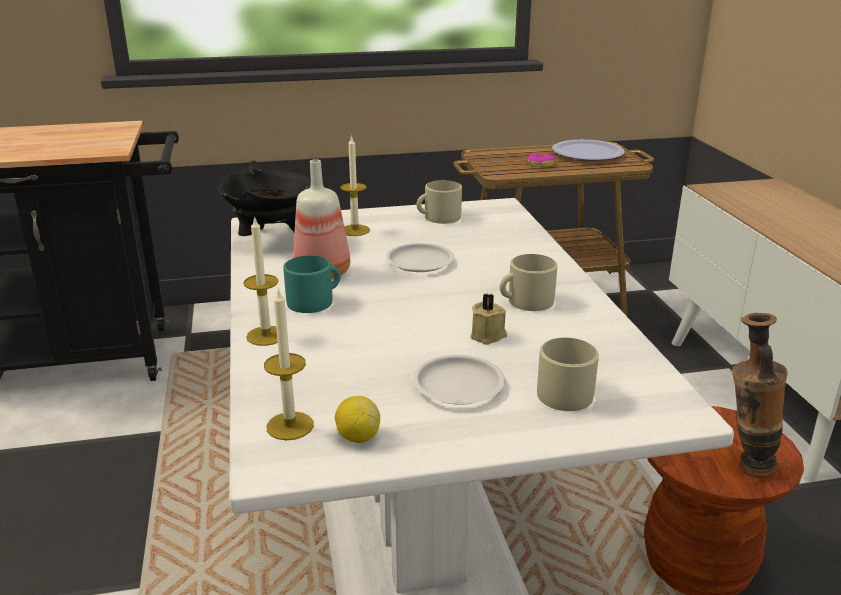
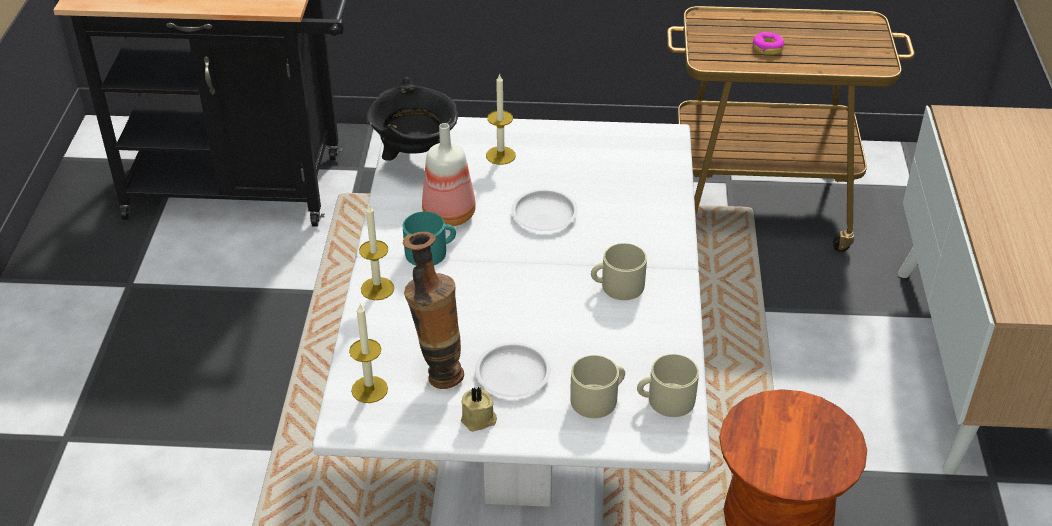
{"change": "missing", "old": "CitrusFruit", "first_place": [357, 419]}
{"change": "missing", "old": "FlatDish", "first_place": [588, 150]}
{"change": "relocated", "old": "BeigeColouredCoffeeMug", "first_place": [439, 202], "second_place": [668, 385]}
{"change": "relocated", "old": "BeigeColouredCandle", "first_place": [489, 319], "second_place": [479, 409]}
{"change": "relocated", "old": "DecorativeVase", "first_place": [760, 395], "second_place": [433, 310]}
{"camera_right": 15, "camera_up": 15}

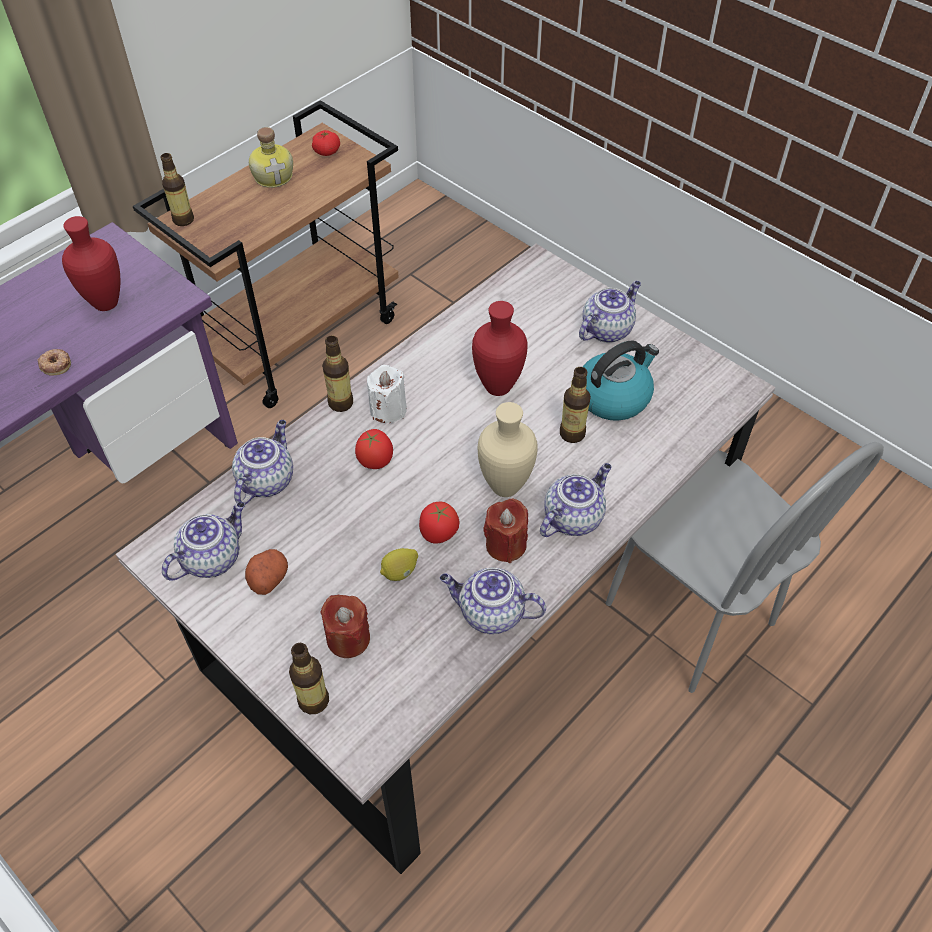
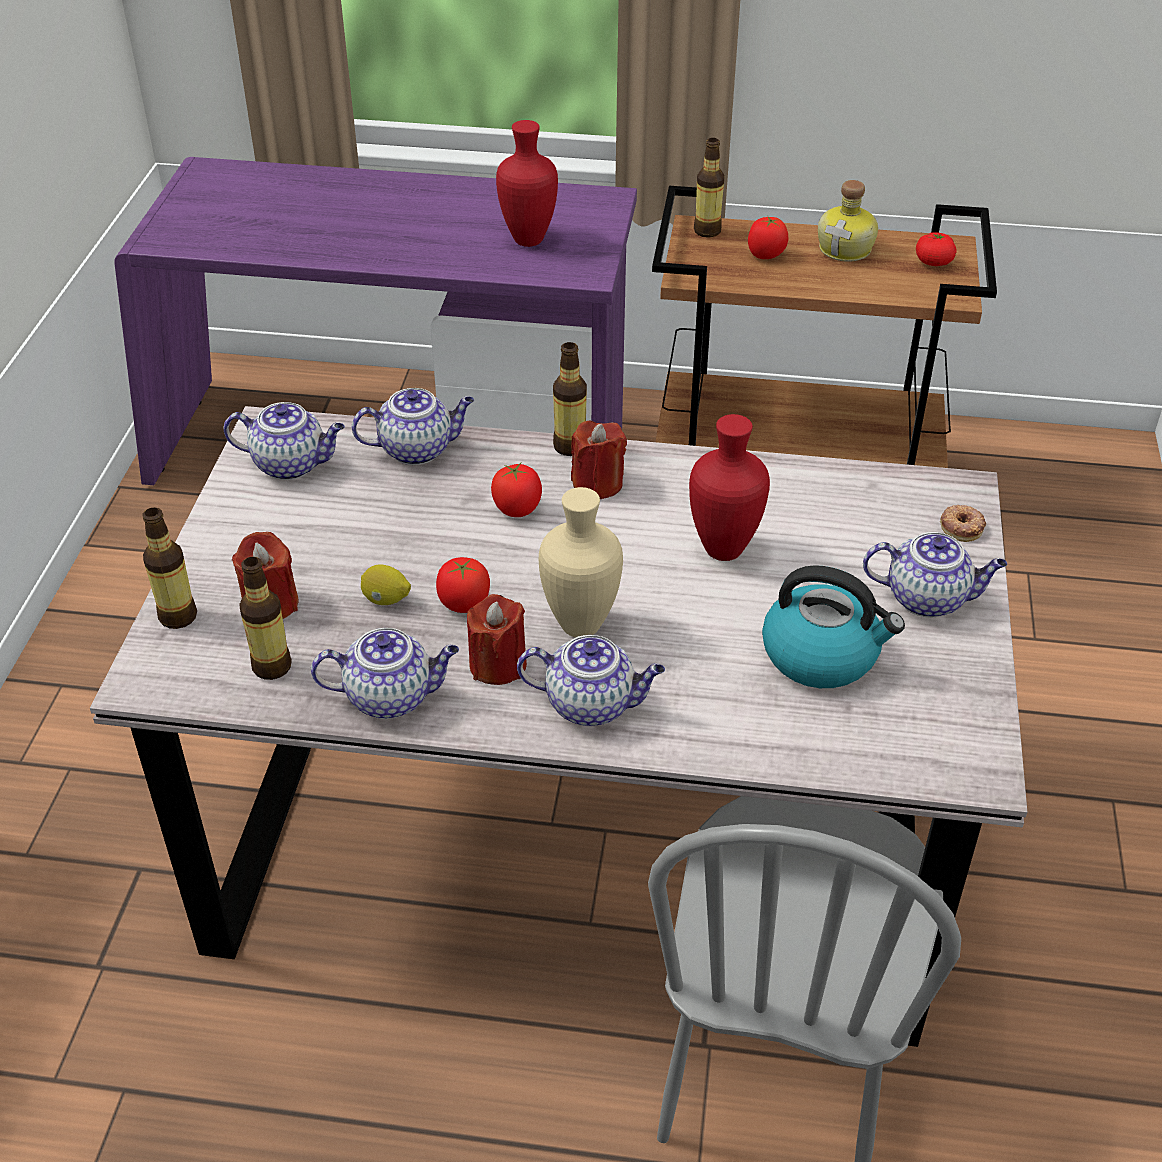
{"change": "missing", "old": "Potato", "first_place": [266, 572]}
{"change": "appeared", "new": "FreshTomato", "second_place": [768, 238]}
{"change": "relocated", "old": "Donut", "first_place": [54, 362], "second_place": [963, 523]}
{"change": "relocated", "old": "DrinkBottle", "first_place": [575, 405], "second_place": [265, 618]}
{"change": "colour", "old": "WhiteColouredCandle", "new": "ReddishCandle", "first_place": [387, 394], "second_place": [599, 460]}
{"change": "spun", "old": "Teapot", "first_place": [493, 601], "second_place": [385, 673], "degrees": 105}
{"camera_right": 55, "camera_up": -10}

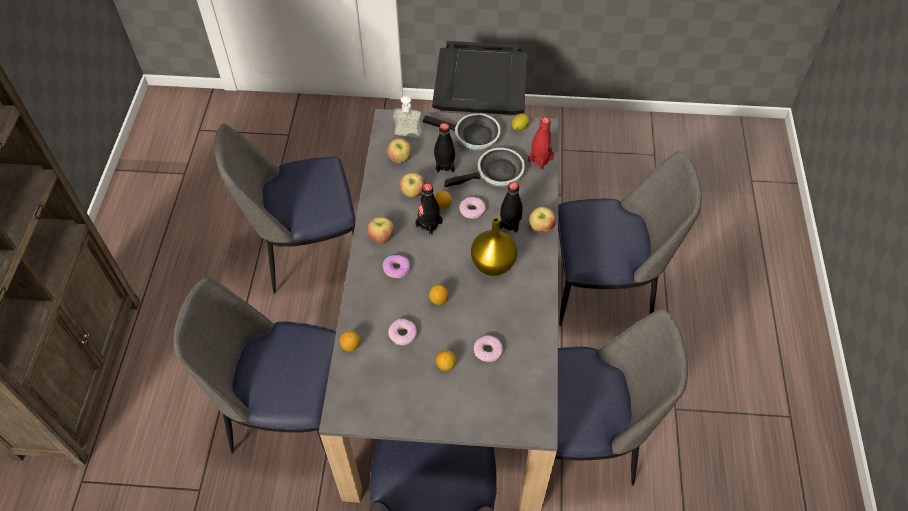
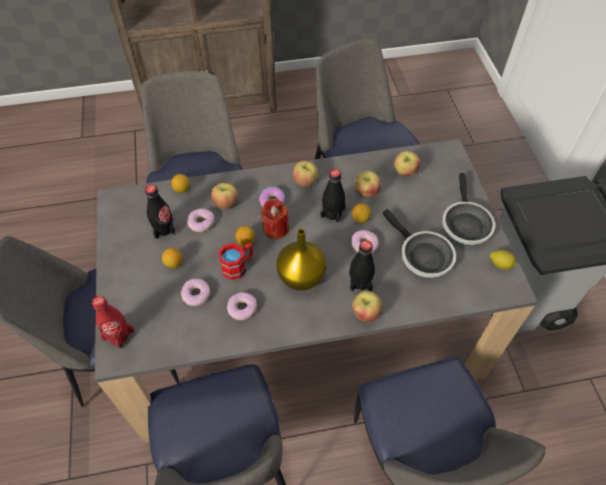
{"change": "missing", "old": "LiquidSoapBottle", "first_place": [407, 117]}
{"change": "appeared", "new": "WholeApple", "second_place": [224, 195]}
{"change": "appeared", "new": "ReddishCoffeeMug", "second_place": [235, 261]}
{"change": "appeared", "new": "Donut", "second_place": [242, 306]}
{"change": "appeared", "new": "ReddishCandle", "second_place": [274, 219]}
{"change": "relocated", "old": "BlackDrinkBottle", "first_place": [444, 148], "second_place": [160, 212]}
{"change": "relocated", "old": "ReddishDrinkBottle", "first_place": [541, 143], "second_place": [113, 322]}
{"camera_right": 75, "camera_up": 0}

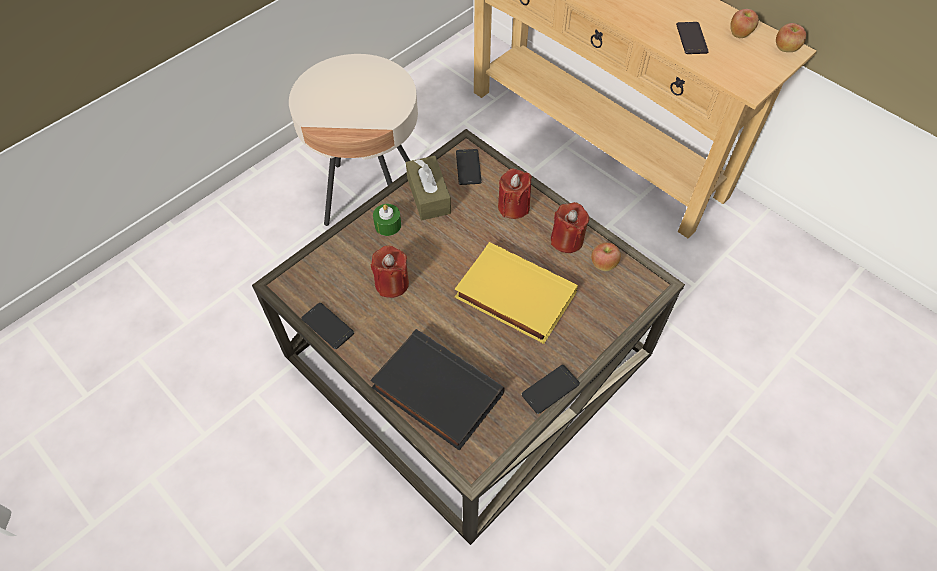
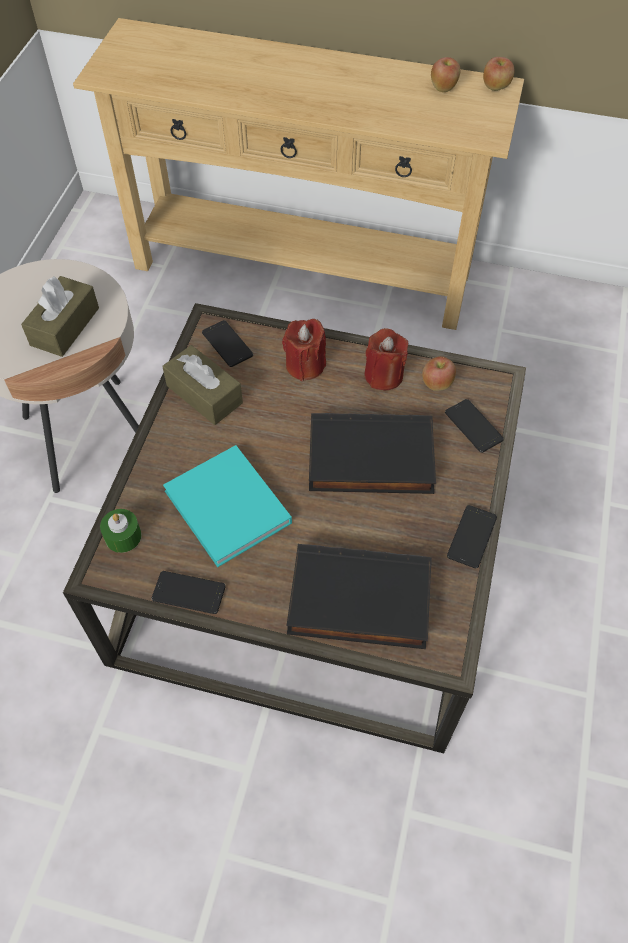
{"change": "appeared", "new": "BrownBoxOfTissues", "second_place": [60, 316]}
{"change": "relocated", "old": "GreenColouredCandle", "first_place": [387, 220], "second_place": [120, 531]}
{"change": "relocated", "old": "Handset", "first_place": [692, 38], "second_place": [474, 426]}
{"change": "exchanged", "old": "ReddishCandle", "new": "TurquoiseColouredBoundBook", "first_place": [390, 271], "second_place": [227, 506]}
{"change": "colour", "old": "YellowBoundBook", "new": "BlackBoundBook", "first_place": [516, 293], "second_place": [372, 453]}
{"camera_right": -30, "camera_up": 0}

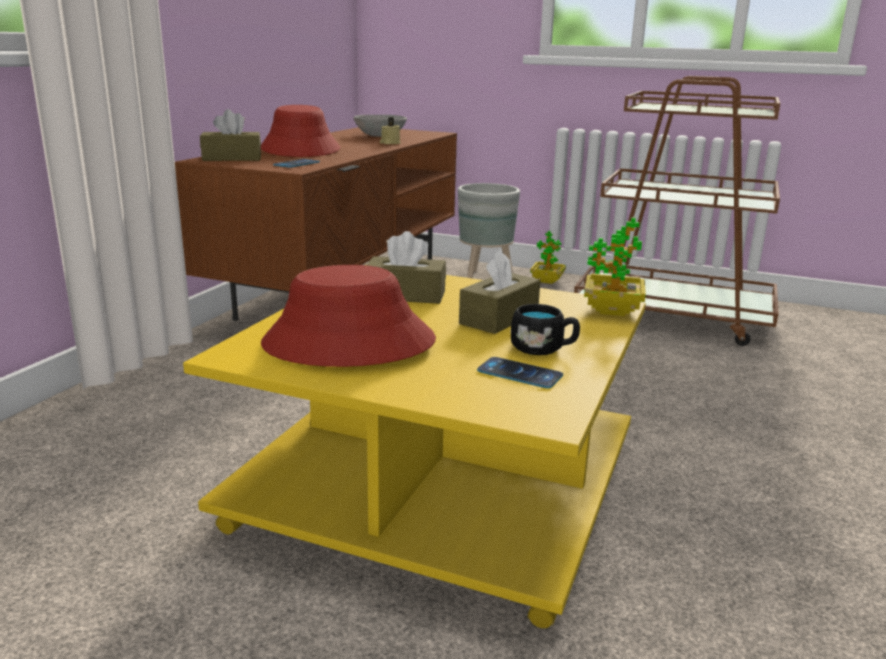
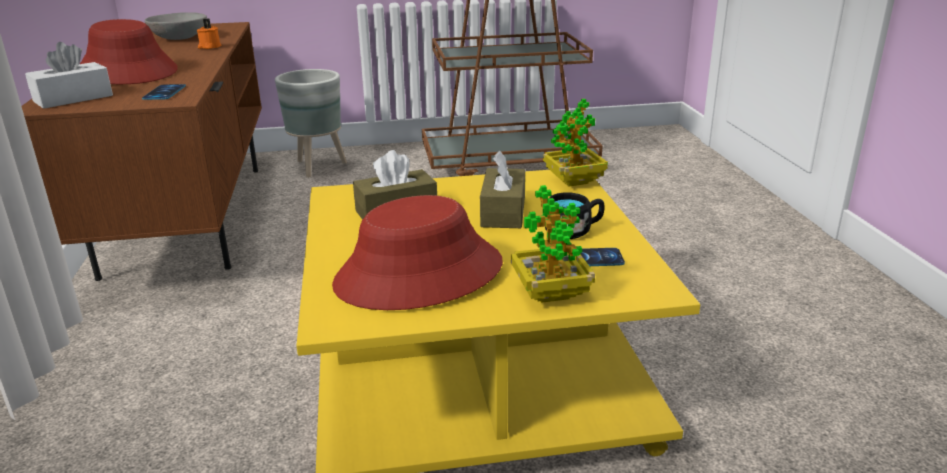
{"change": "relocated", "old": "PlantInAPot", "first_place": [548, 257], "second_place": [553, 244]}
{"change": "colour", "old": "BrownBoxOfTissues", "new": "WhiteColouredBoxOfTissues", "first_place": [230, 135], "second_place": [69, 75]}
{"change": "colour", "old": "BeigeColouredCandle", "new": "OrangeCandle", "first_place": [390, 130], "second_place": [209, 33]}
{"camera_right": -30, "camera_up": 5}

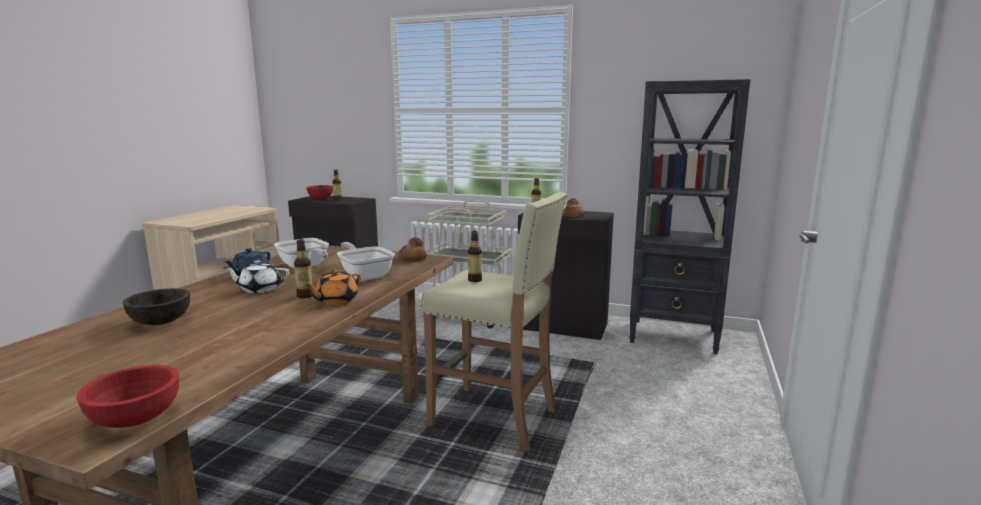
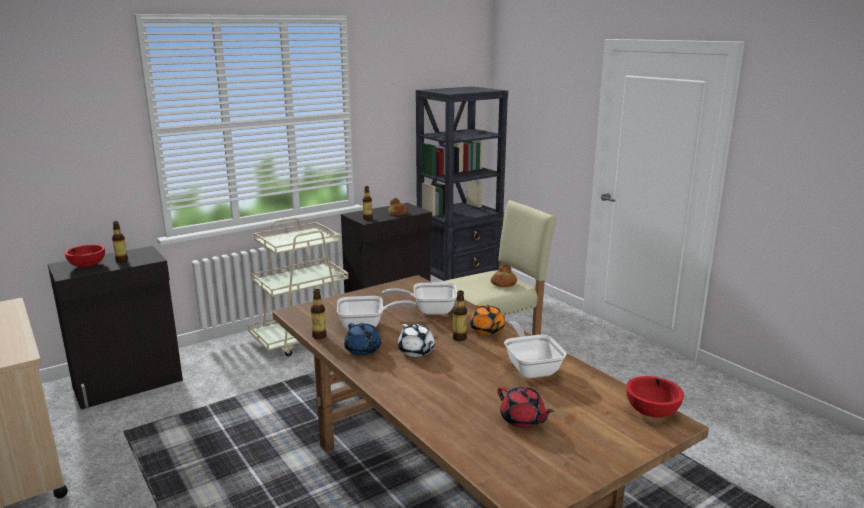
{"change": "missing", "old": "BrownServingBowl", "first_place": [156, 306]}
{"change": "appeared", "new": "ReddishTeapot", "second_place": [526, 407]}
{"change": "appeared", "new": "Pan", "second_place": [535, 349]}
{"change": "relocated", "old": "Bread", "first_place": [412, 249], "second_place": [504, 275]}
{"change": "relocated", "old": "DrinkBottle", "first_place": [475, 256], "second_place": [319, 314]}
{"change": "spun", "old": "WhiteColouredTeapot", "first_place": [257, 276], "second_place": [416, 340], "degrees": -60}
{"camera_right": -55, "camera_up": 5}

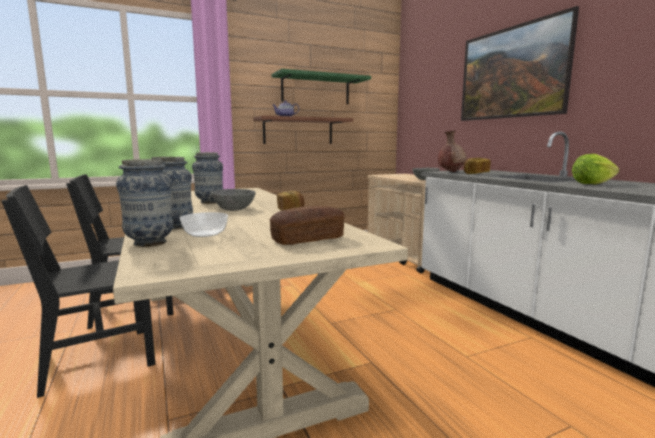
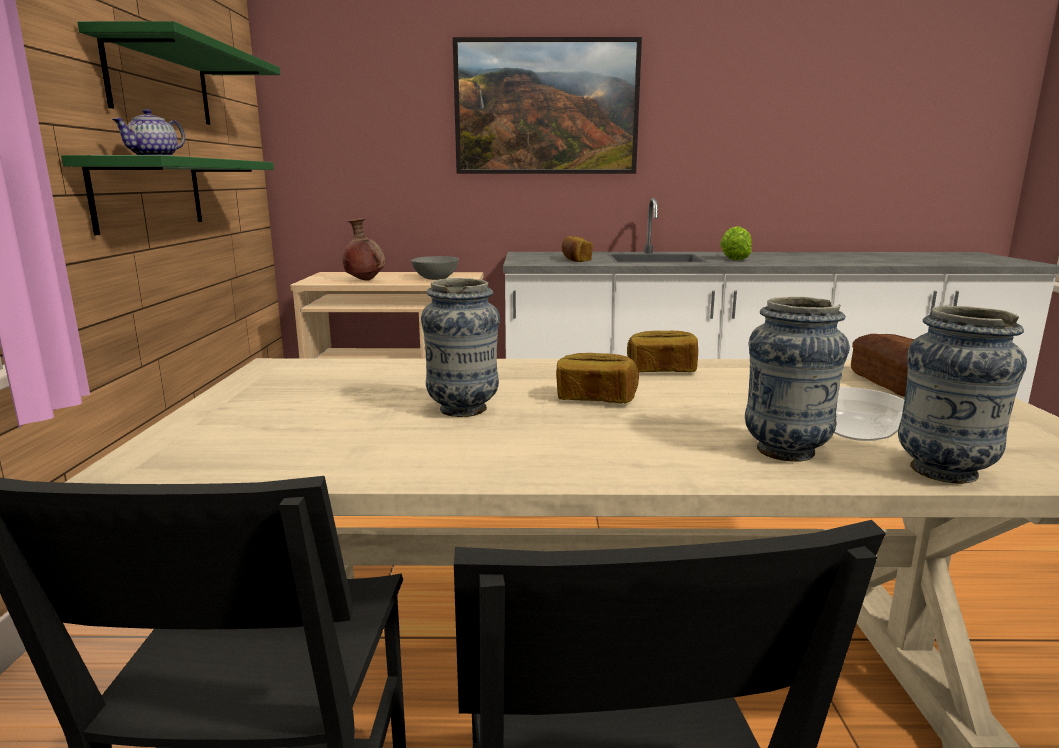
{"change": "relocated", "old": "BrownDecorativeVase", "first_place": [452, 151], "second_place": [364, 249]}
{"change": "exchanged", "old": "GreyishServingBowl", "new": "Bread", "first_place": [233, 200], "second_place": [597, 378]}
{"change": "colour", "old": "BrownBracketShelf", "new": "GreenColouredBracketShelf", "first_place": [303, 130], "second_place": [167, 195]}
{"camera_right": -65, "camera_up": 5}

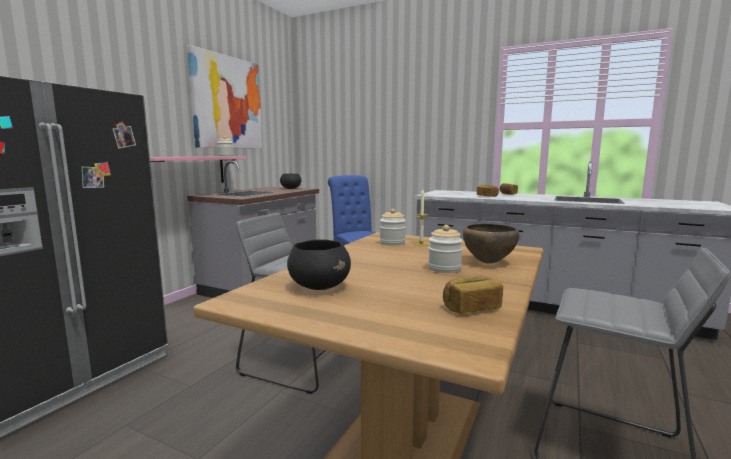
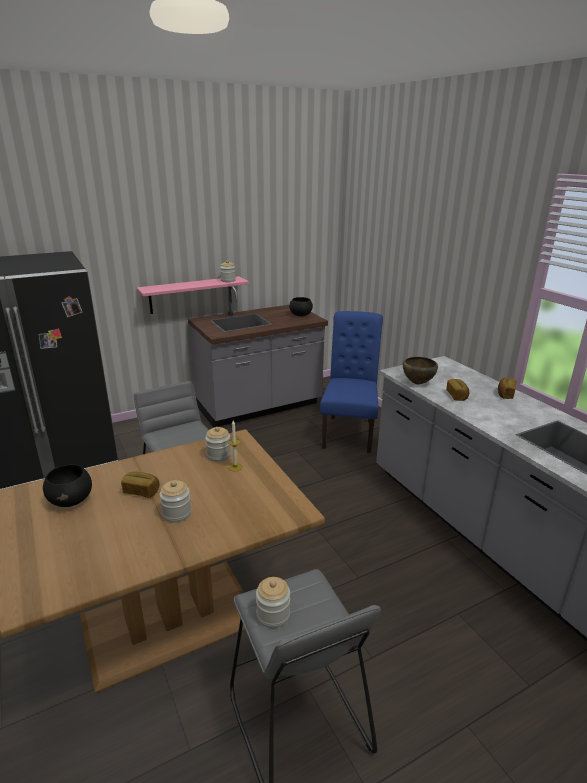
{"change": "missing", "old": "WallArt", "first_place": [224, 97]}
{"change": "appeared", "new": "StorageJar", "second_place": [273, 602]}
{"change": "relocated", "old": "Bread", "first_place": [473, 295], "second_place": [140, 485]}
{"change": "relocated", "old": "BrownServingBowl", "first_place": [491, 244], "second_place": [420, 370]}
{"camera_right": 35, "camera_up": 15}

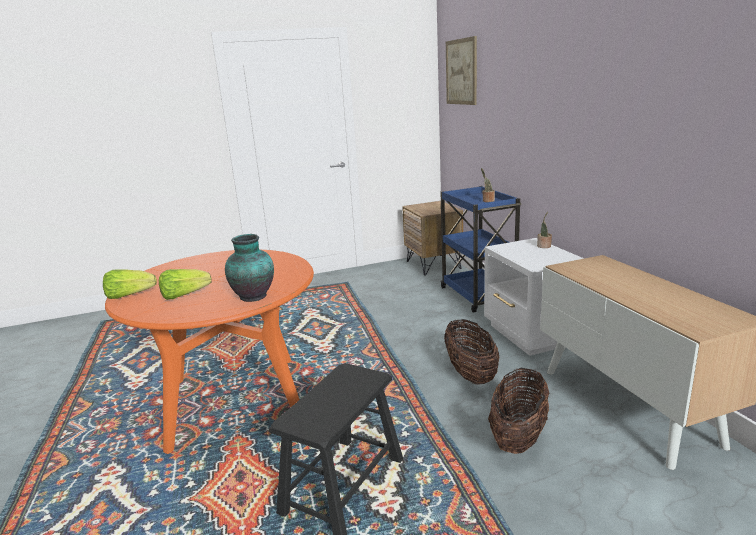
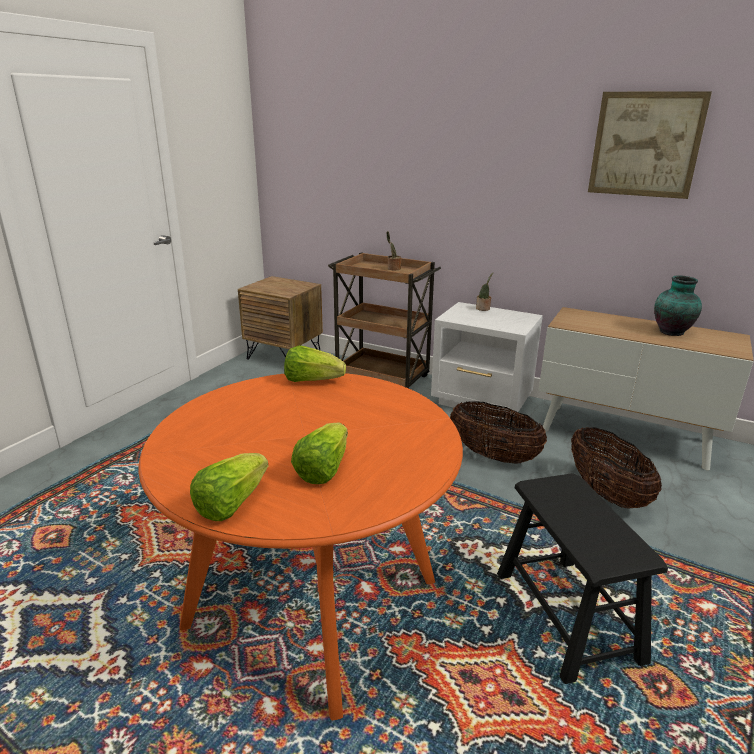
{"change": "appeared", "new": "LettuceHead", "second_place": [315, 363]}
{"change": "relocated", "old": "DecorativeVase", "first_place": [249, 268], "second_place": [678, 305]}
{"change": "relocated", "old": "WallArt", "first_place": [461, 70], "second_place": [650, 145]}
{"change": "colour", "old": "BlueColouredCart", "new": "BrownCart", "first_place": [481, 249], "second_place": [384, 320]}
{"camera_right": -45, "camera_up": 5}

